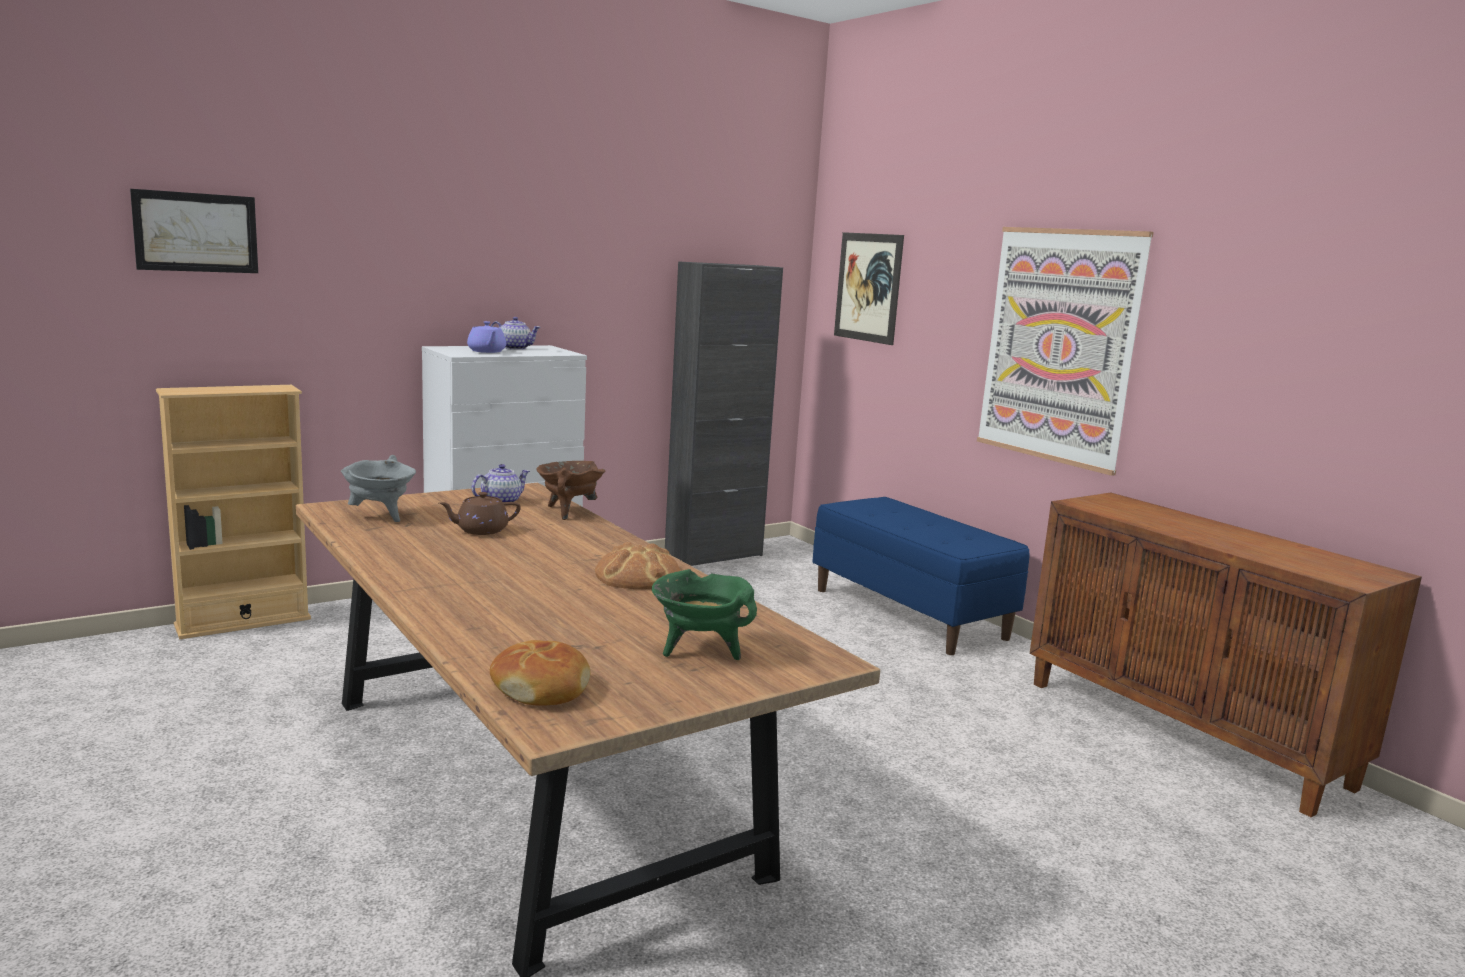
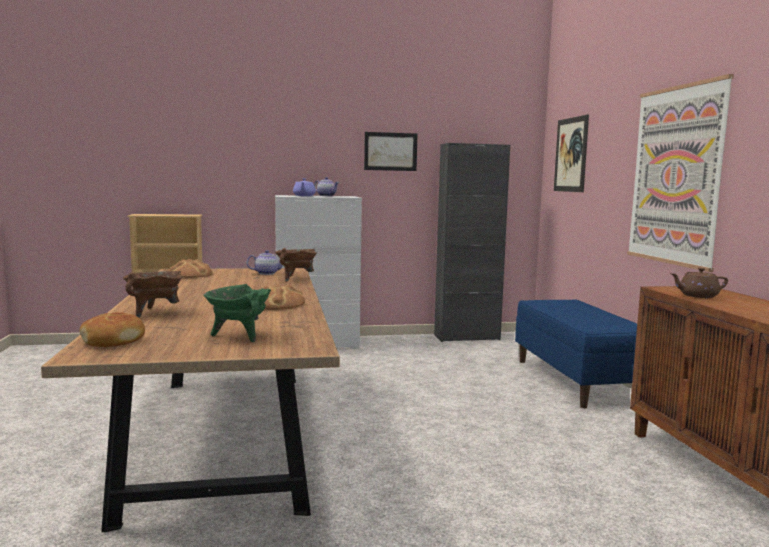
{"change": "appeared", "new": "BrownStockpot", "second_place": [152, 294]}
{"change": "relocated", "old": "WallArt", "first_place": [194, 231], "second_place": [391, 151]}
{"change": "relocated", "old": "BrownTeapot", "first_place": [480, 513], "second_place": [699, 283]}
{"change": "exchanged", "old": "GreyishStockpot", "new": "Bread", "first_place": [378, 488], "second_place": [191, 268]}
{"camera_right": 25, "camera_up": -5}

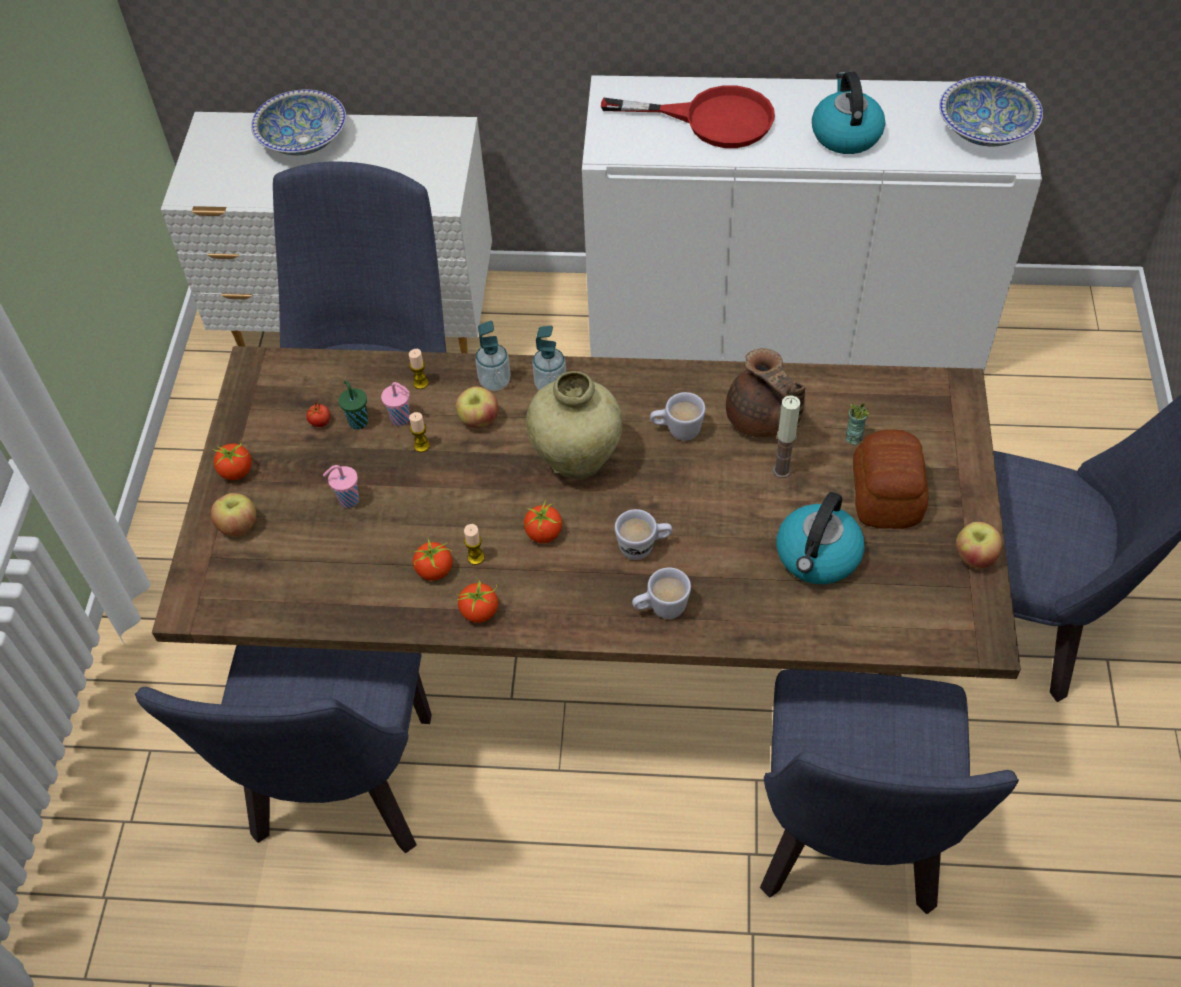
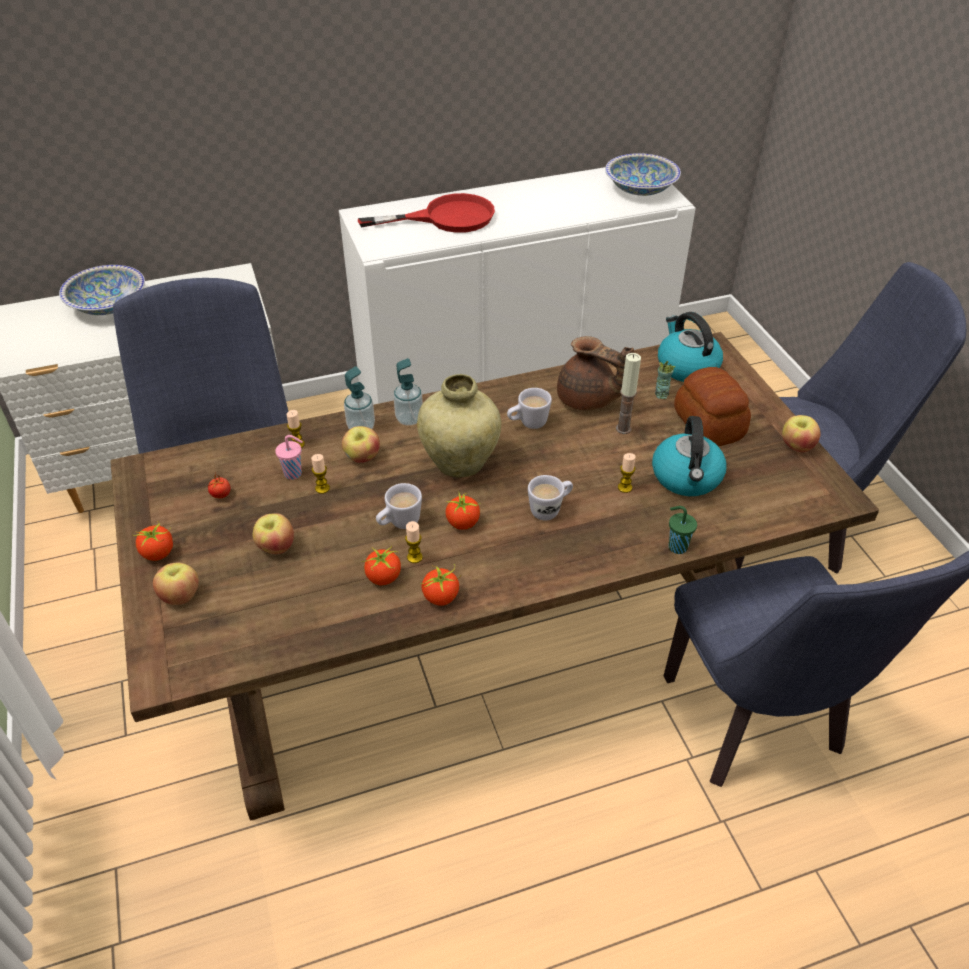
{"change": "missing", "old": "BlueColouredUprightChair", "first_place": [283, 749]}
{"change": "appeared", "new": "Candle", "second_place": [627, 473]}
{"change": "relocated", "old": "GreenColouredCup", "first_place": [353, 405], "second_place": [683, 530]}
{"change": "relocated", "old": "WhiteColouredCoffeeMug", "first_place": [661, 593], "second_place": [399, 506]}
{"change": "relocated", "old": "Kettle", "first_place": [848, 113], "second_place": [690, 347]}
{"change": "exchanged", "old": "PinkCup", "new": "WholeApple", "first_place": [341, 486], "second_place": [273, 533]}
{"camera_right": -25, "camera_up": -10}

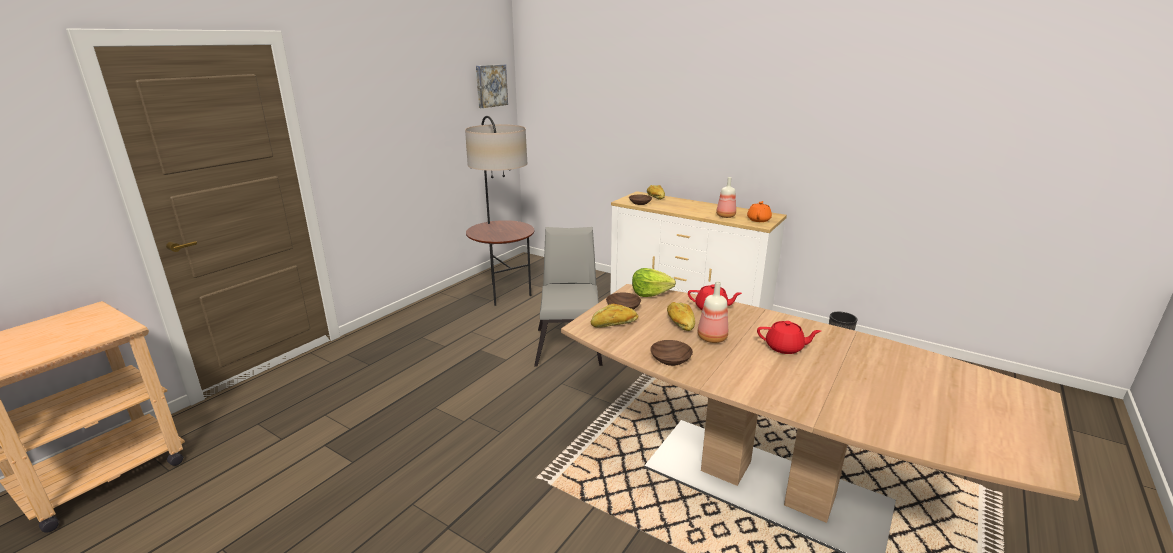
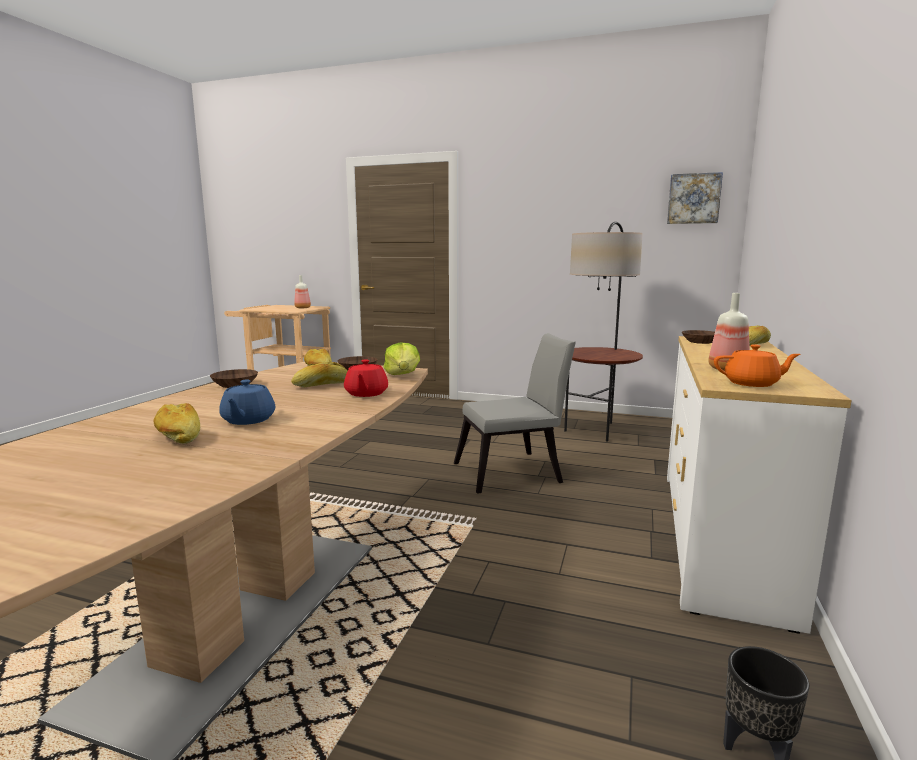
{"change": "appeared", "new": "Bread", "second_place": [176, 423]}
{"change": "relocated", "old": "DrinkBottle", "first_place": [712, 312], "second_place": [302, 291]}
{"change": "colour", "old": "ReddishTeapot", "new": "BlueColouredTeapot", "first_place": [789, 337], "second_place": [247, 402]}
{"camera_right": 75, "camera_up": -10}

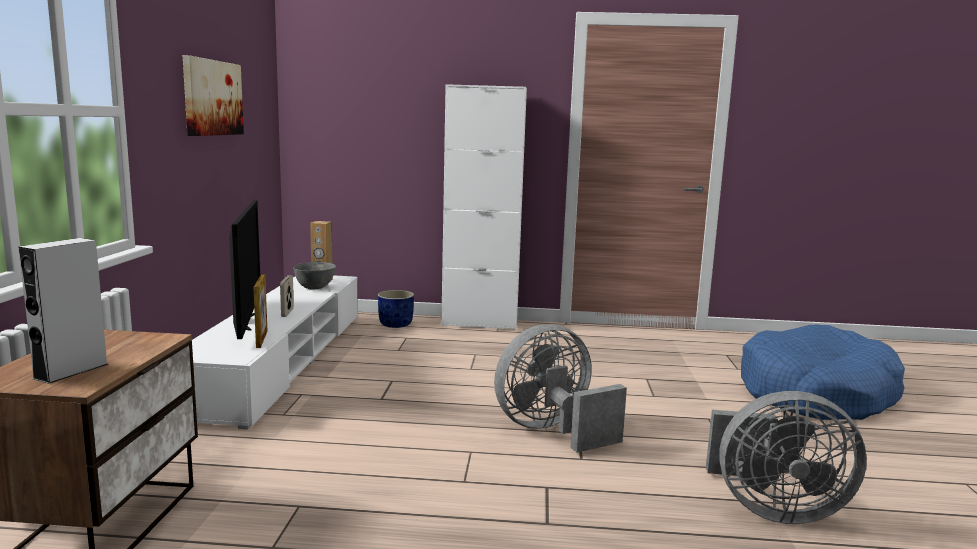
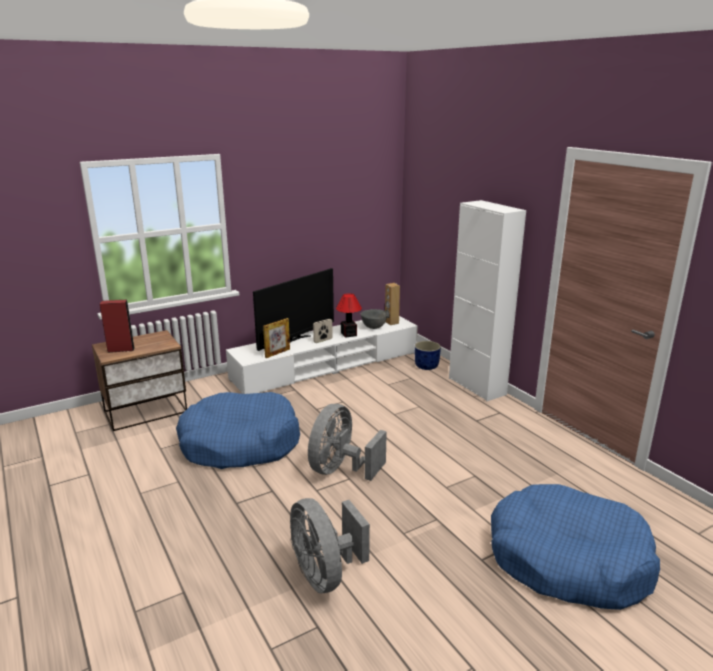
{"change": "missing", "old": "WallArt", "first_place": [213, 95]}
{"change": "appeared", "new": "BlueColouredDogBed", "second_place": [238, 430]}
{"change": "appeared", "new": "TabletopLamp", "second_place": [349, 315]}
{"change": "colour", "old": "GreyishLoudspeaker", "new": "ReddishLoudspeaker", "first_place": [63, 311], "second_place": [117, 326]}
{"change": "spun", "old": "GreyishCoolingFan", "first_place": [560, 388], "second_place": [347, 442], "degrees": -90}
{"camera_right": 55, "camera_up": 10}

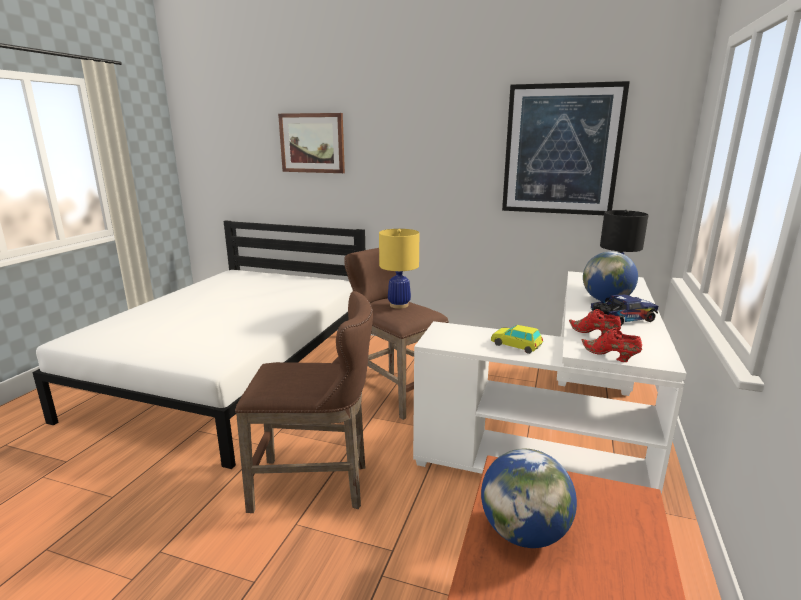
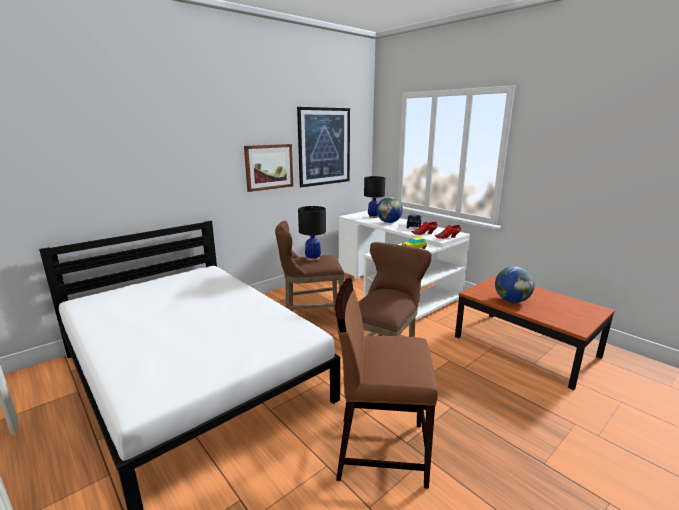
{"change": "appeared", "new": "BrownUprightChair", "second_place": [386, 383]}
{"change": "relocated", "old": "WallArt", "first_place": [311, 143], "second_place": [268, 168]}
{"change": "colour", "old": "YellowTabletopLamp", "new": "BlackTabletopLamp", "first_place": [399, 269], "second_place": [312, 233]}
{"camera_right": -60, "camera_up": 0}

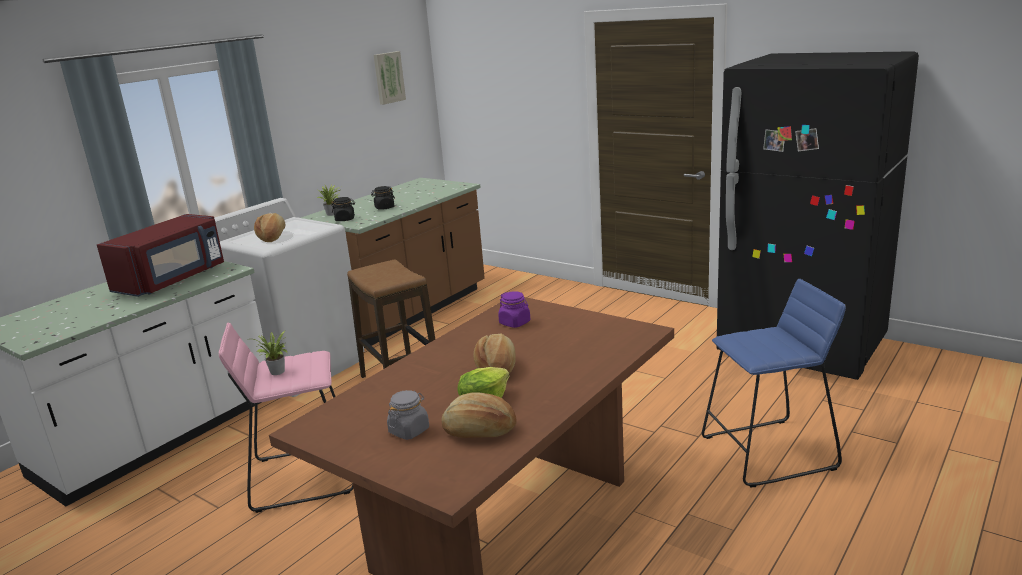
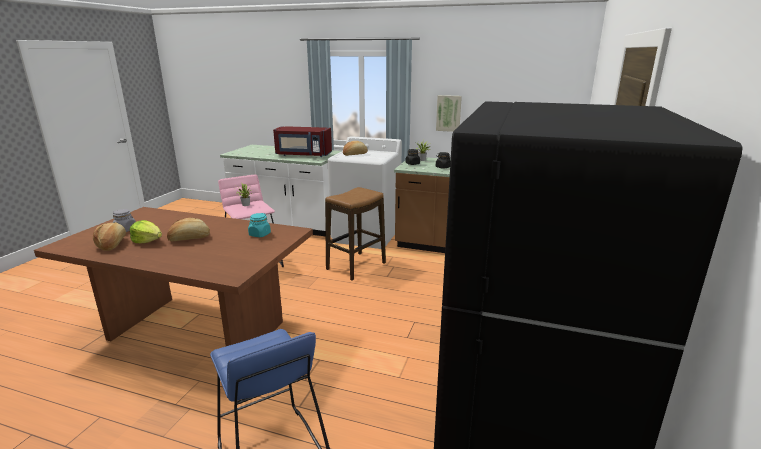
{"change": "relocated", "old": "WallArt", "first_place": [390, 78], "second_place": [449, 113]}
{"change": "colour", "old": "PurpleColouredStorageJar", "new": "TurquoiseColouredStorageJar", "first_place": [514, 309], "second_place": [259, 225]}
{"camera_right": 70, "camera_up": 0}

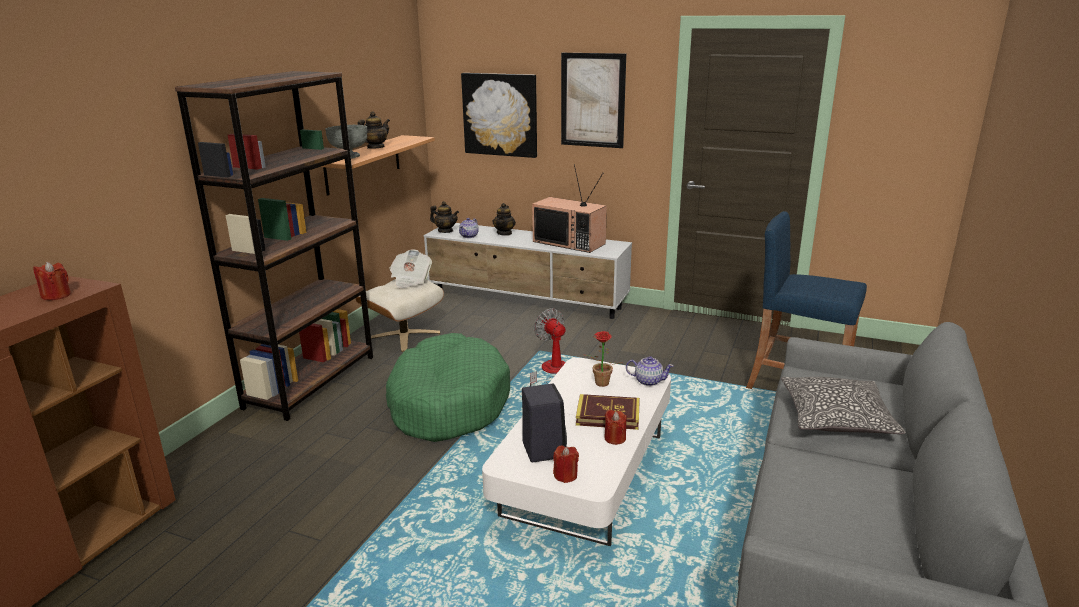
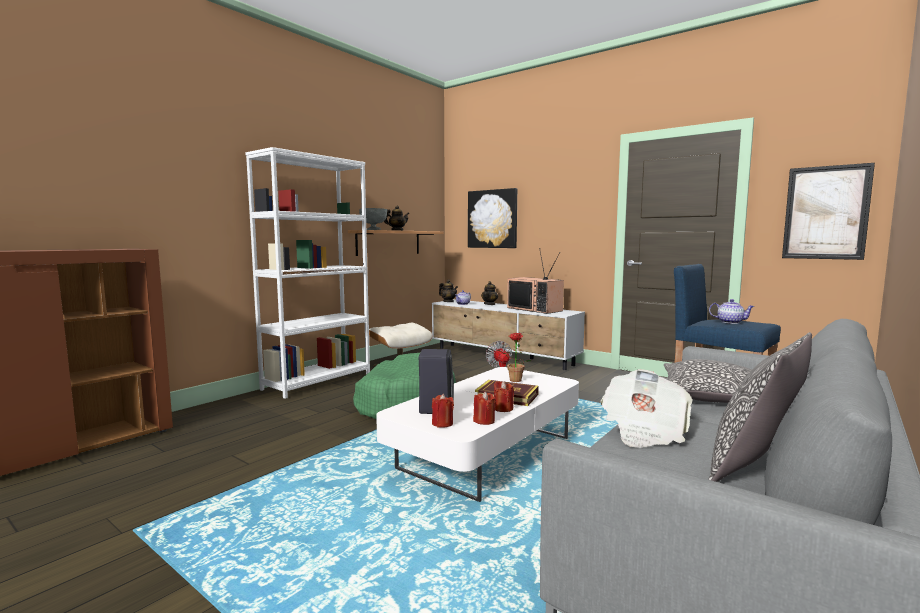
{"change": "appeared", "new": "Cushion", "second_place": [760, 407]}
{"change": "relocated", "old": "ReddishCandle", "first_place": [52, 281], "second_place": [484, 408]}
{"change": "relocated", "old": "Newspaper", "first_place": [410, 269], "second_place": [647, 408]}
{"change": "relocated", "old": "WallArt", "first_place": [593, 100], "second_place": [828, 211]}
{"change": "relocated", "old": "Teapot", "first_place": [650, 371], "second_place": [732, 311]}
{"change": "colour", "old": "BrownBookcase", "new": "WhiteColouredBookcase", "first_place": [274, 246], "second_place": [307, 273]}
{"camera_right": 15, "camera_up": -15}

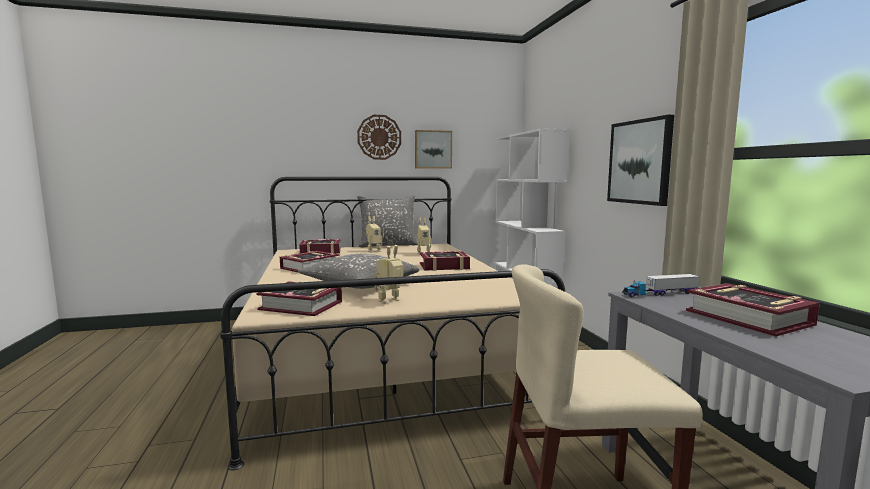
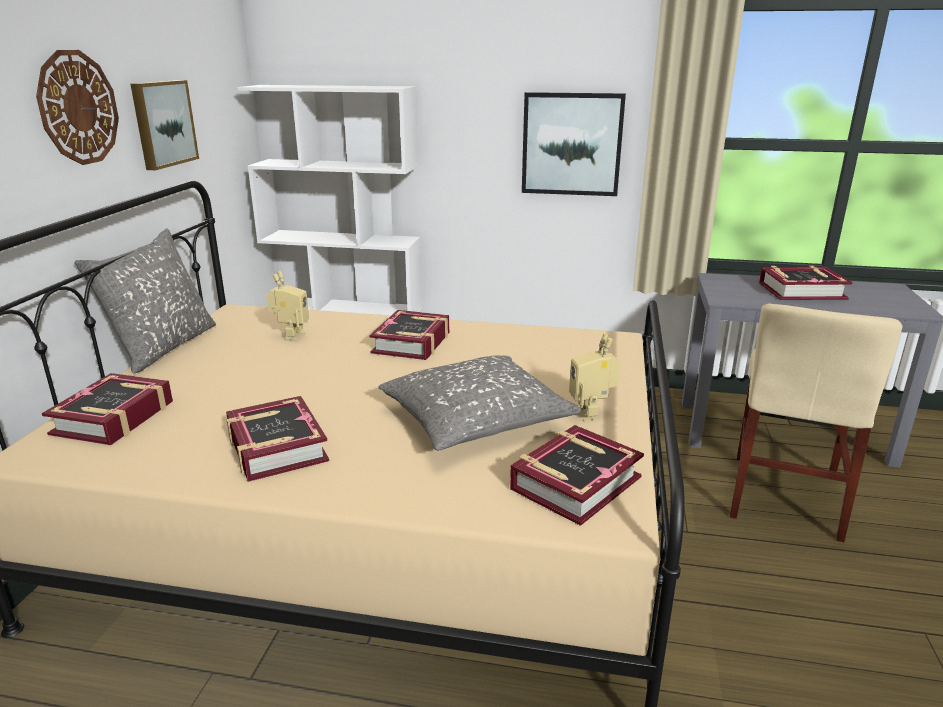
{"change": "missing", "old": "ToyRobot", "first_place": [374, 234]}
{"change": "missing", "old": "ToyTruck", "first_place": [661, 285]}
{"camera_right": -65, "camera_up": 15}

